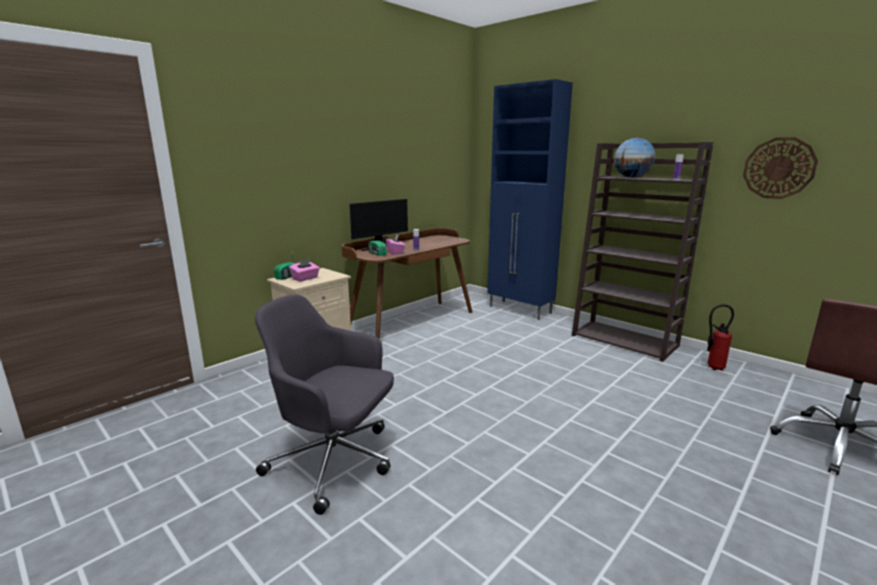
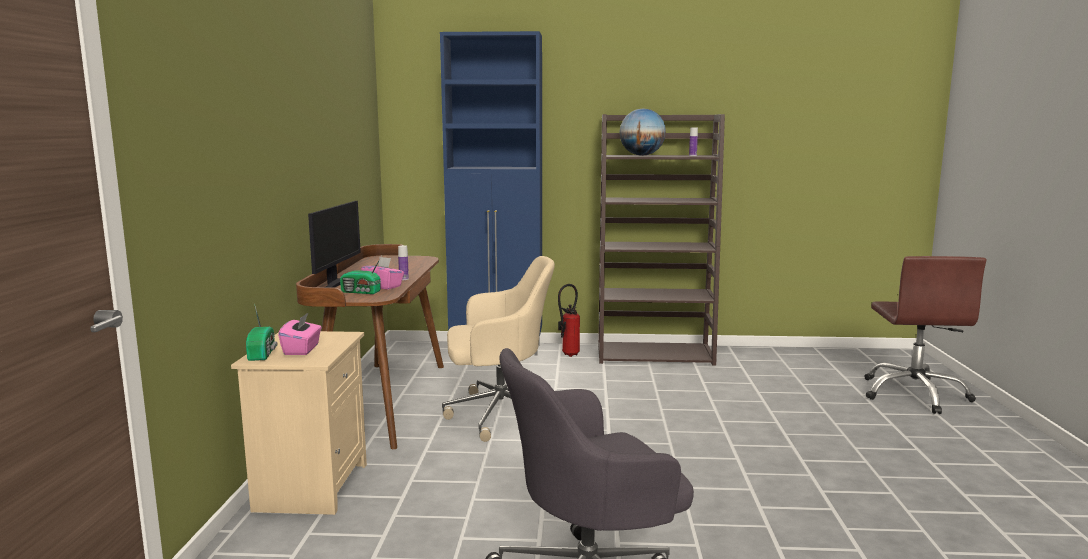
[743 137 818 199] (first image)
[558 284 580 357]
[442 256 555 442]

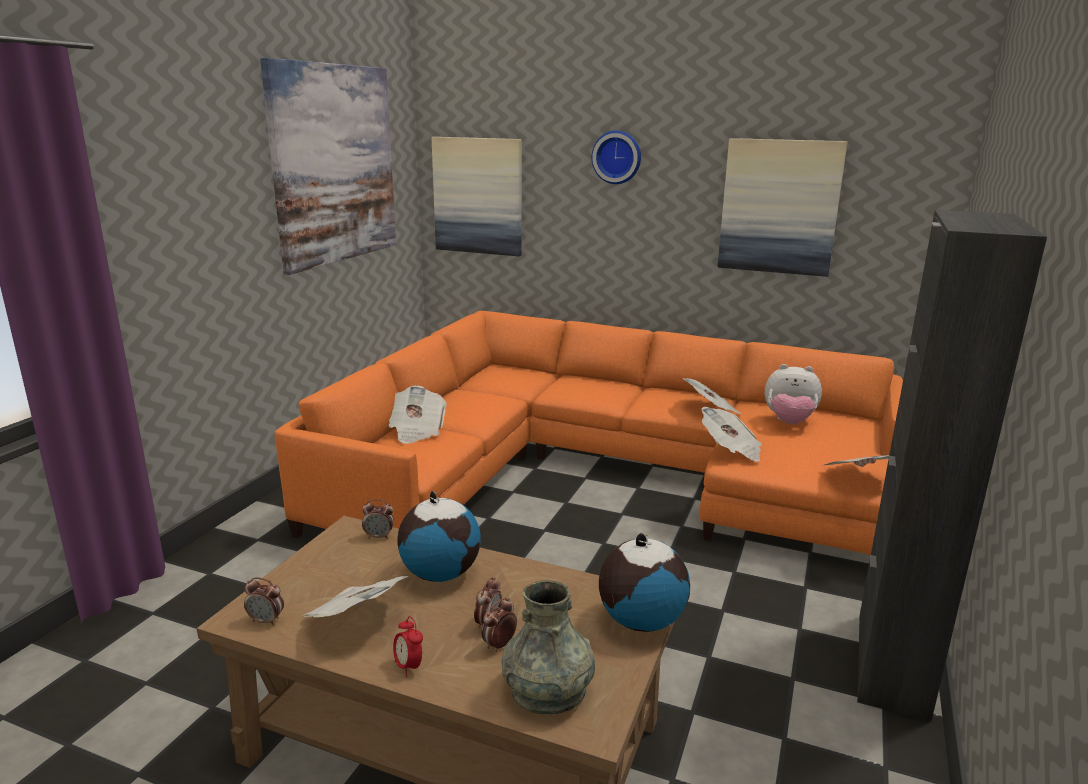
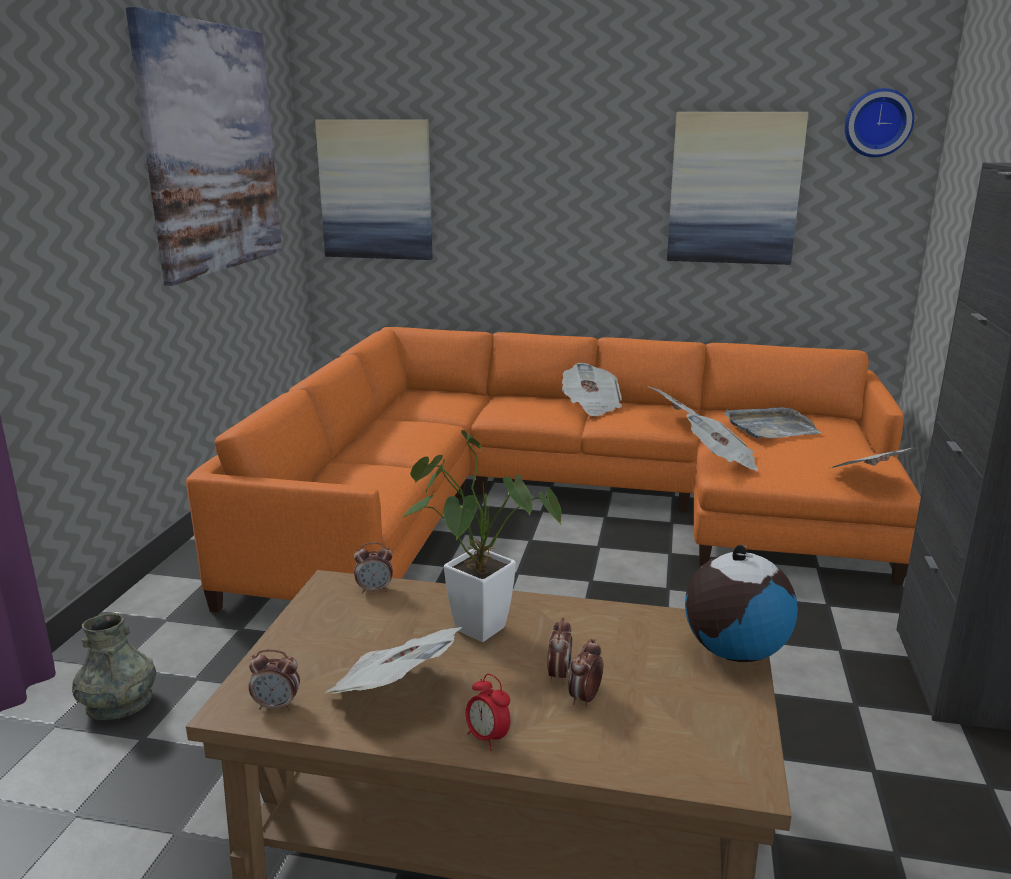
[845 88 914 157]
[724 407 822 438]
[562 363 622 416]
[401 430 562 642]
[72 613 156 720]

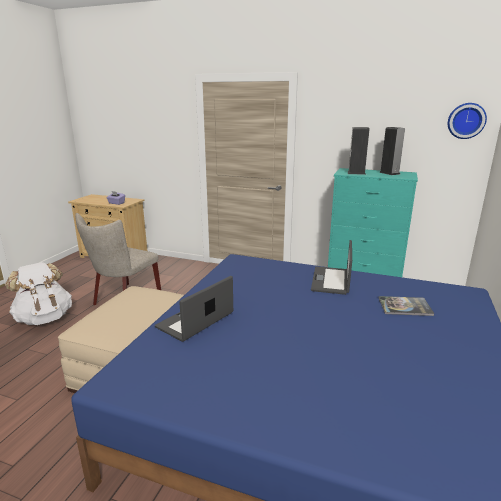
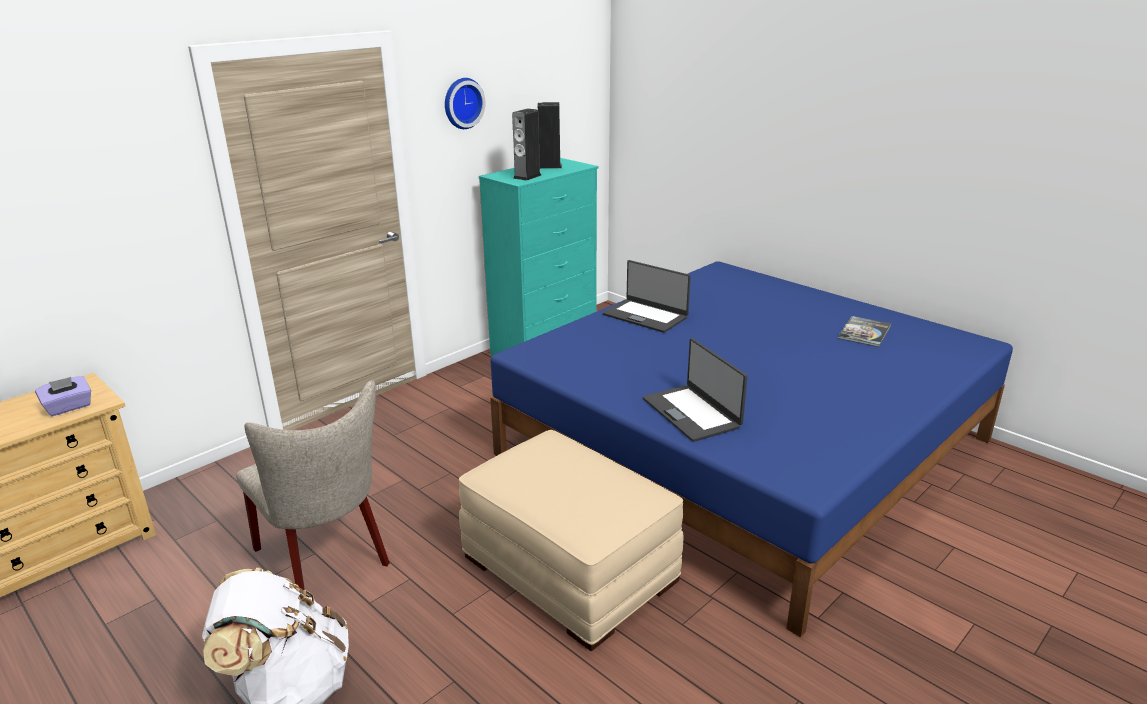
[445 78 486 129]
[838 316 891 347]

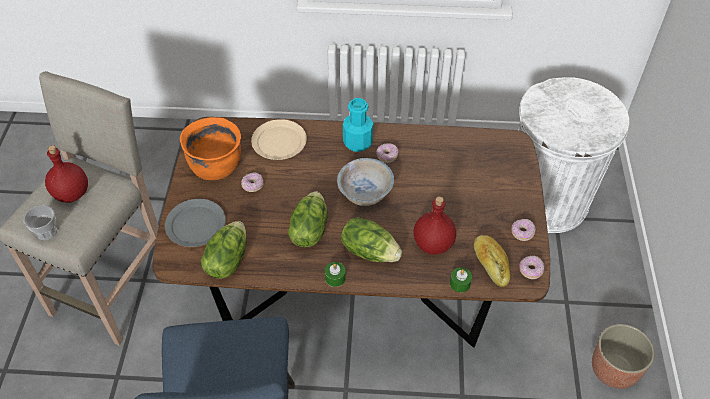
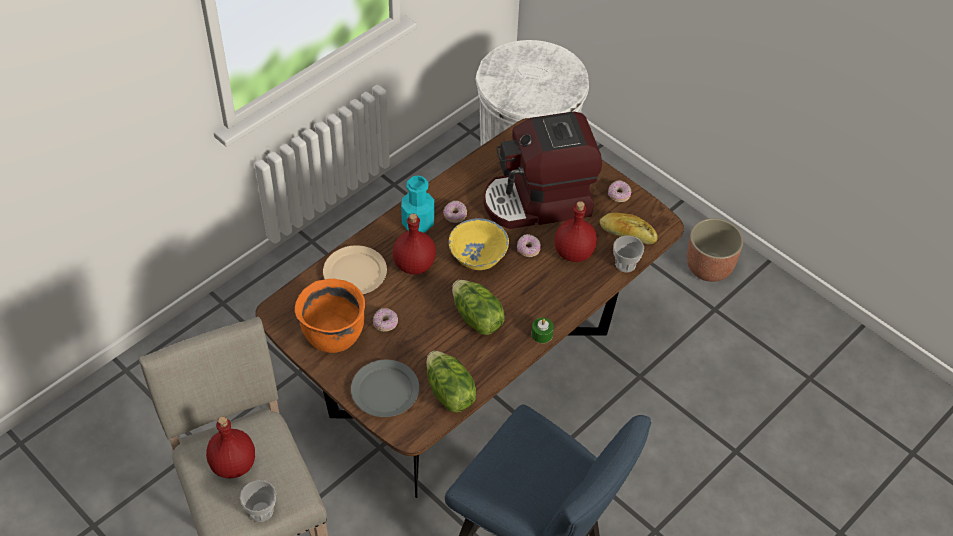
[449 218 509 270]
[341 217 402 262] (first image)
[517 234 541 257]
[613 235 644 272]
[484 111 602 229]
[393 214 436 275]

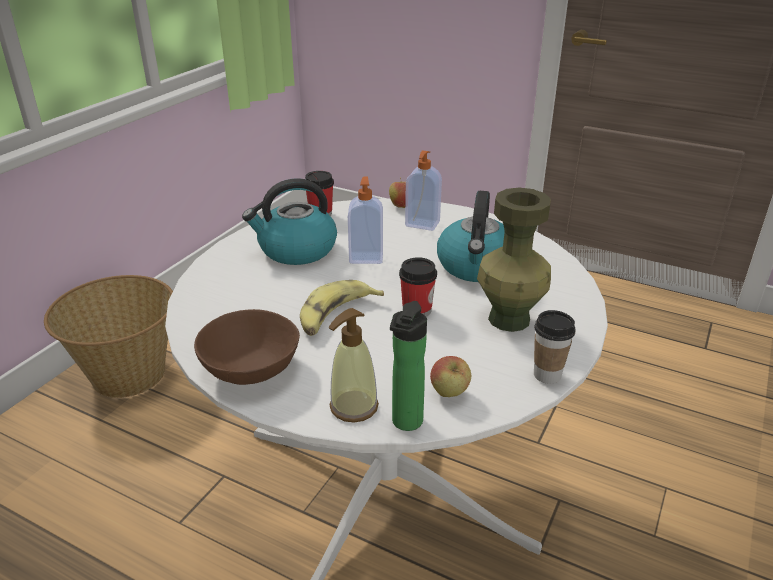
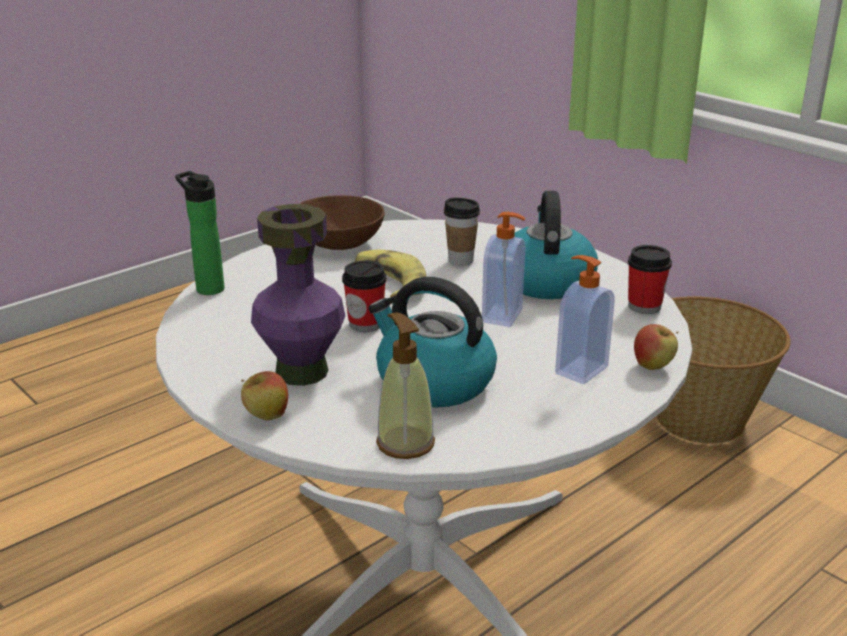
[251 204 345 386]
[376 313 435 459]
[444 198 480 266]
[241 371 288 421]

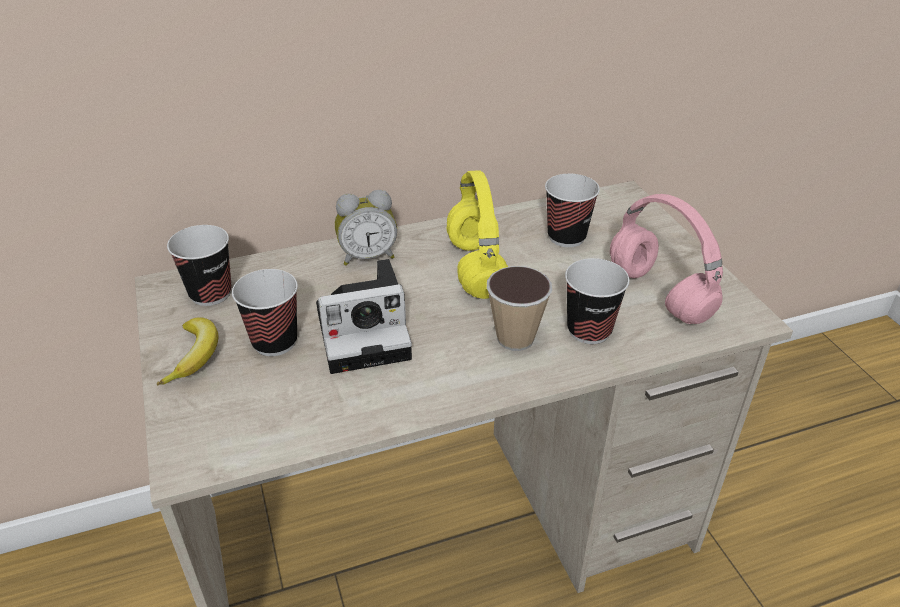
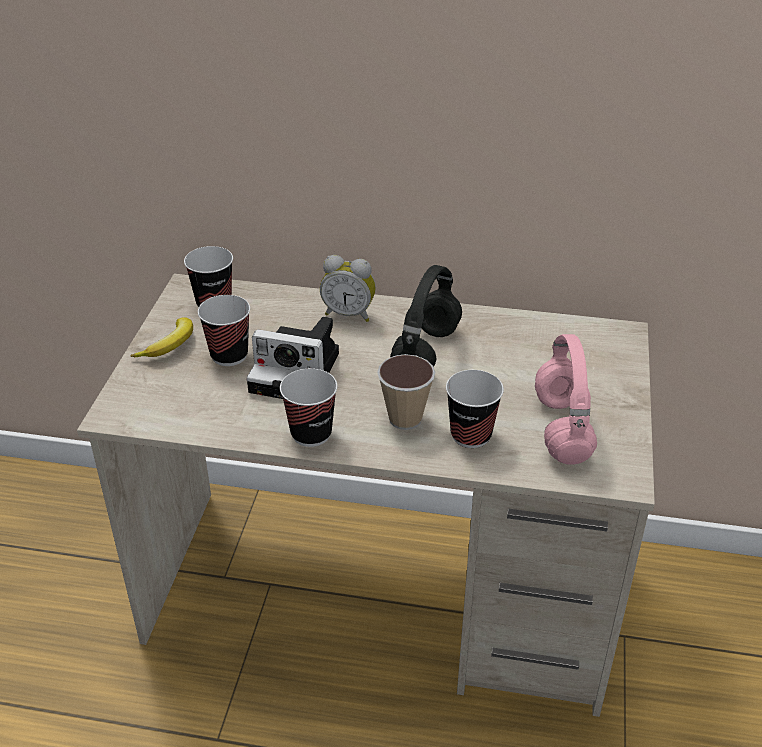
[390 265 462 367]
[280 368 337 447]

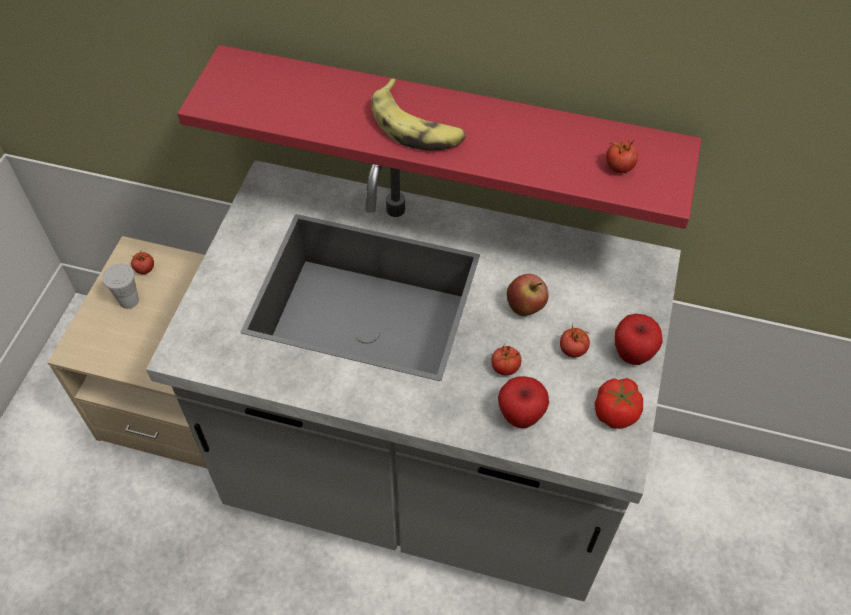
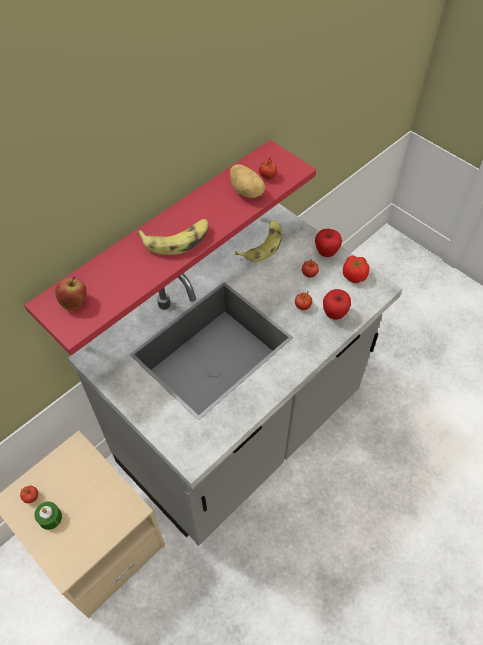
[34 502 62 530]
[55 277 86 310]
[230 164 265 198]
[235 220 282 262]

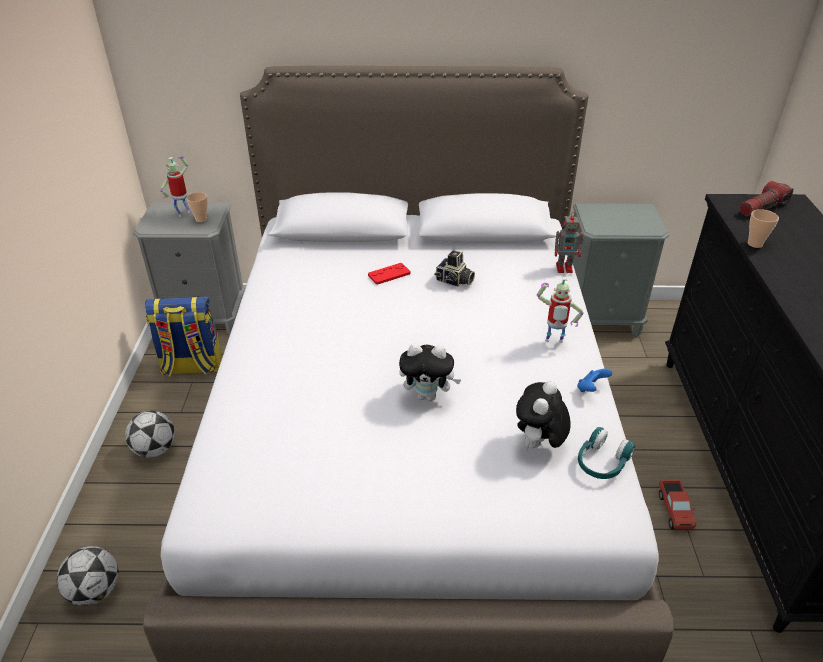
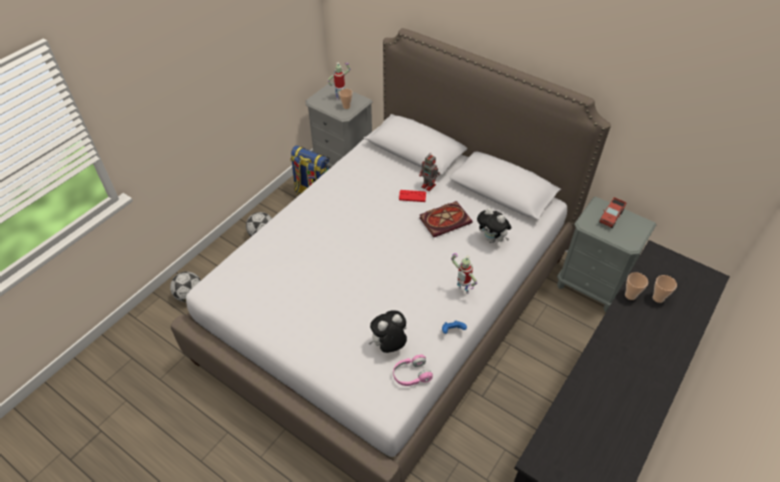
[740 181 793 216] (first image)
[419 154 440 191]
[419 201 472 237]
[477 208 512 243]
[393 355 433 386]
[599 197 627 228]
[653 275 677 303]

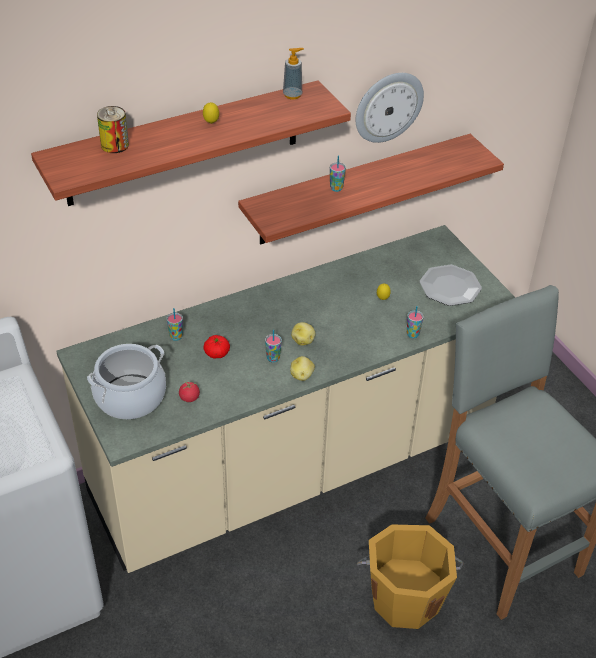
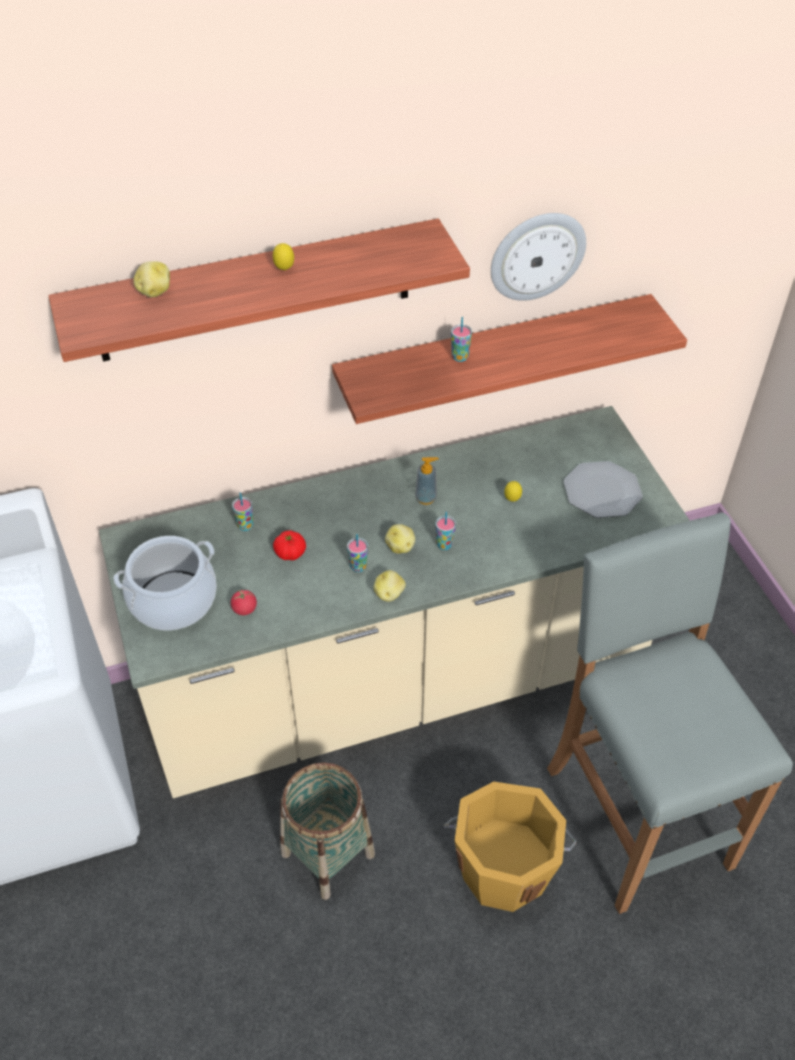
[415 457 439 505]
[133 261 170 297]
[435 512 456 550]
[280 763 375 900]

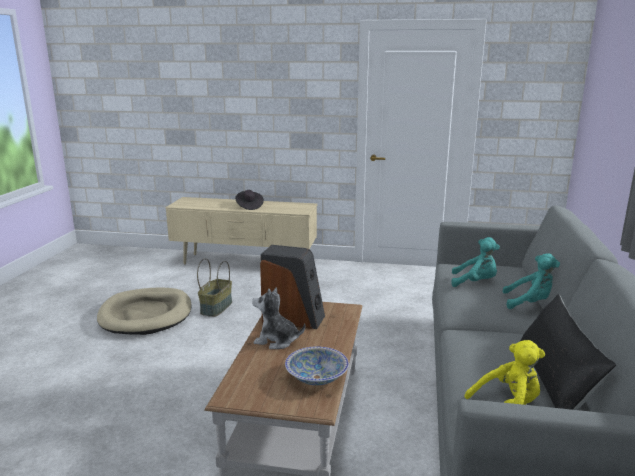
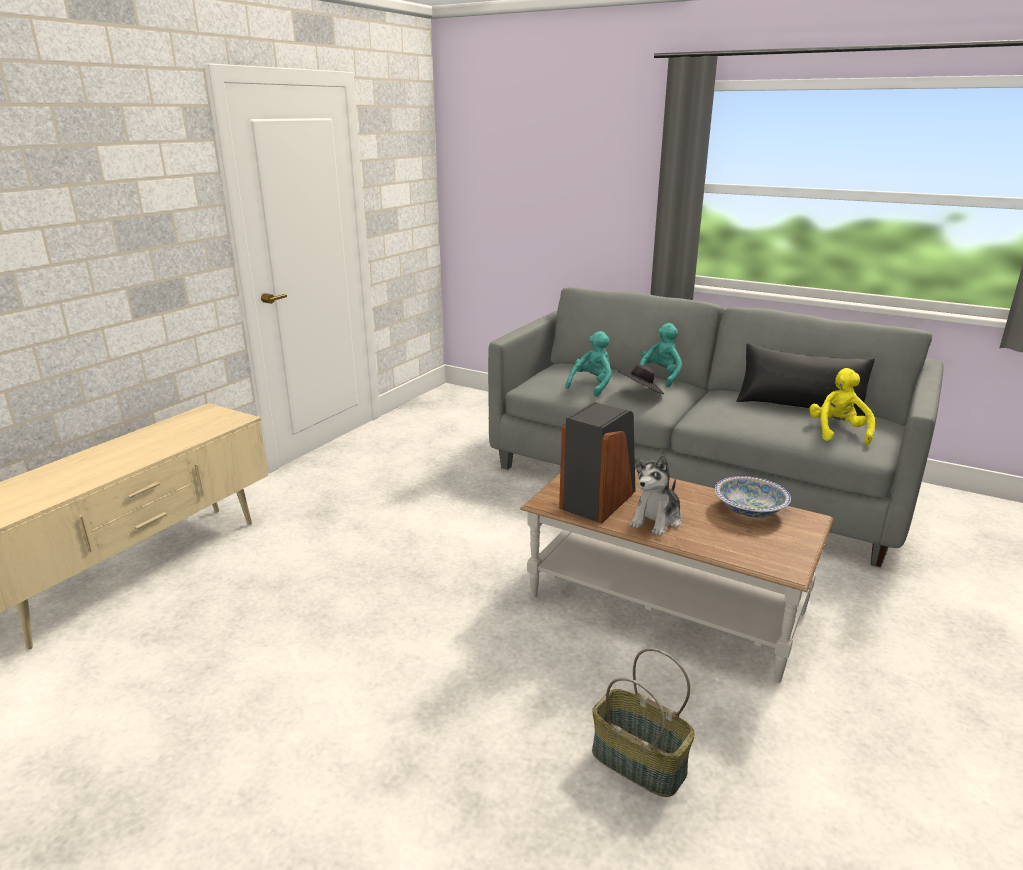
[618 364 664 394]
[592 648 695 797]
[97 287 192 335] (first image)

